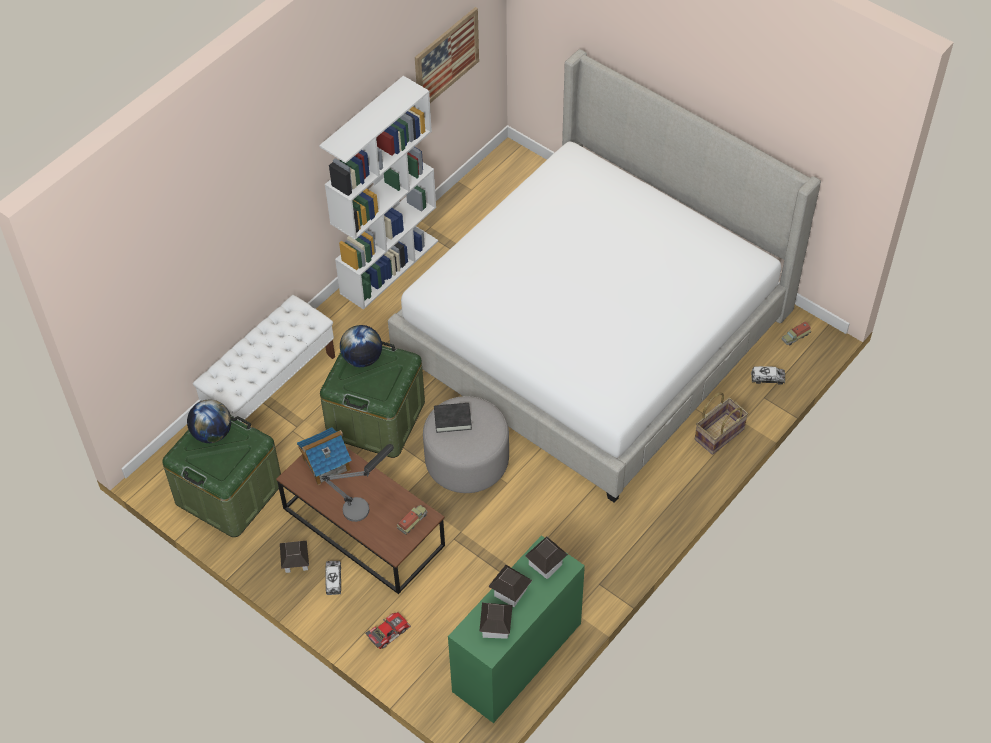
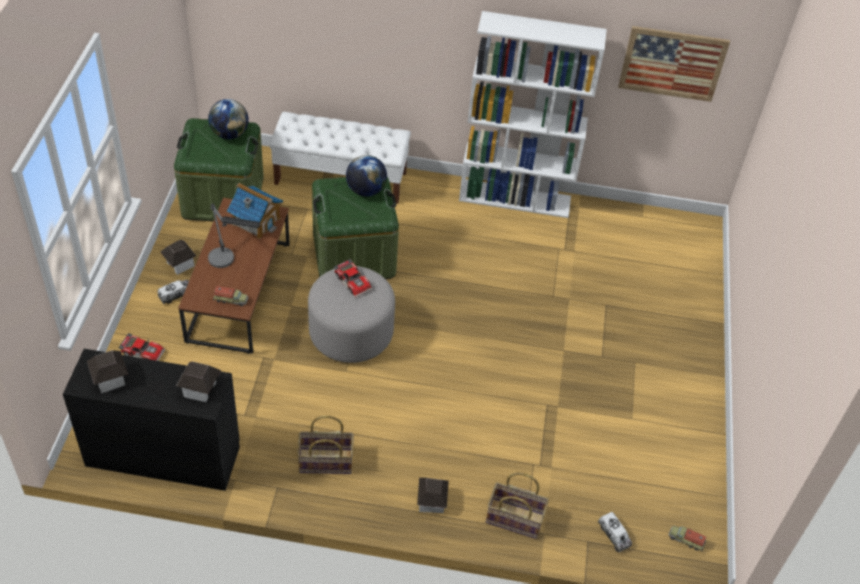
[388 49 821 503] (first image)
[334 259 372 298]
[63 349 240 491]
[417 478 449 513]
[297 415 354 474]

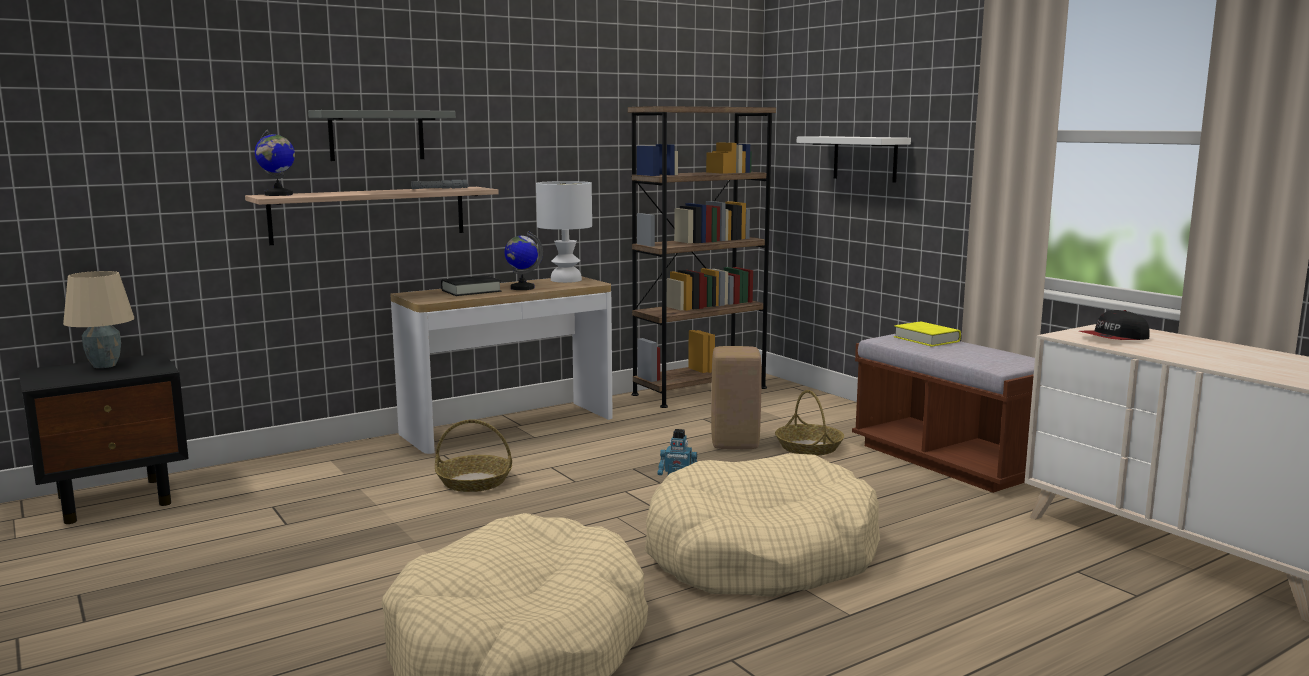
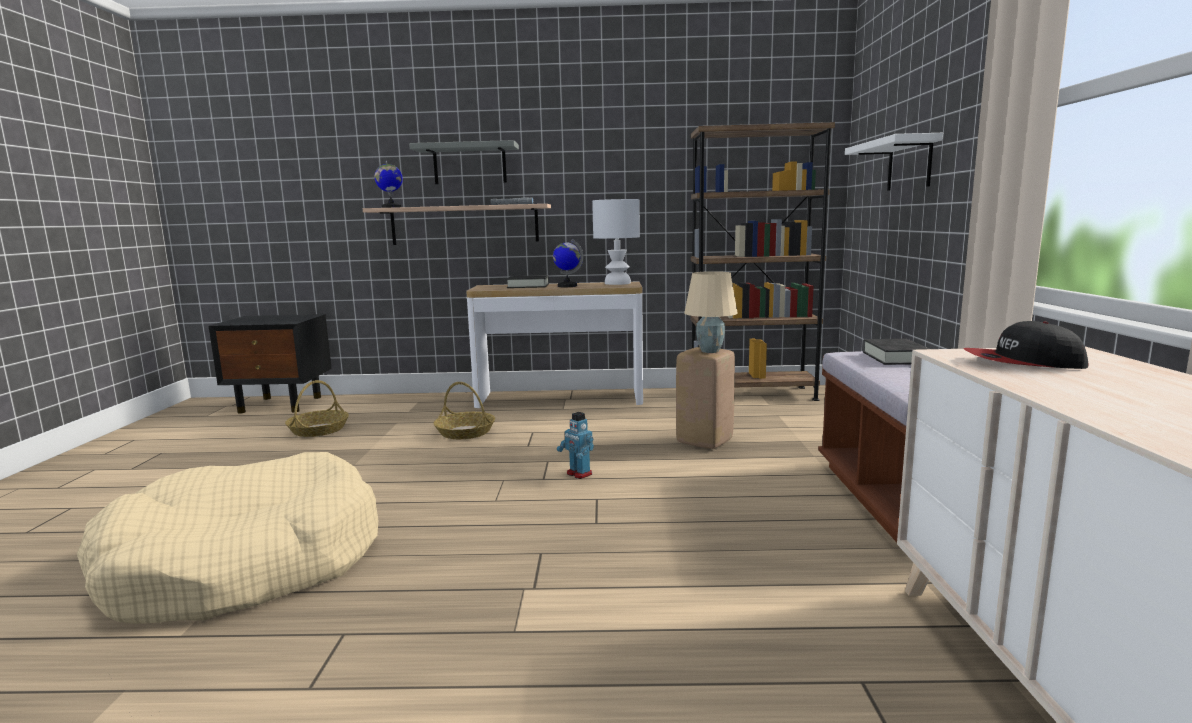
[684 271 738 353]
[863 339 930 365]
[285 380 349 437]
[645 453 880 597] (first image)

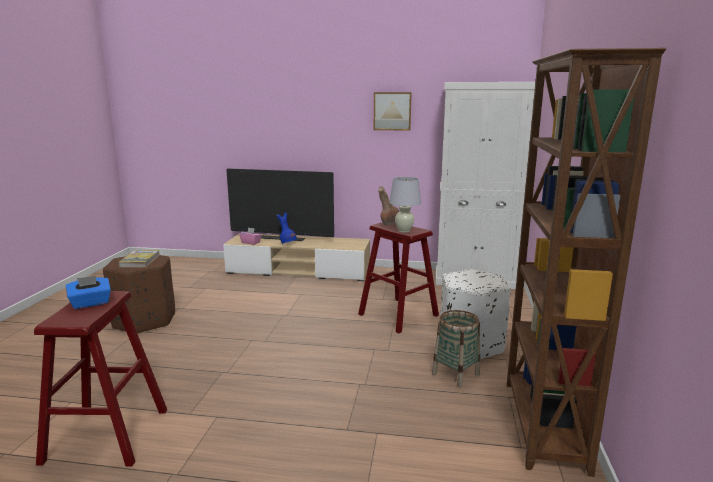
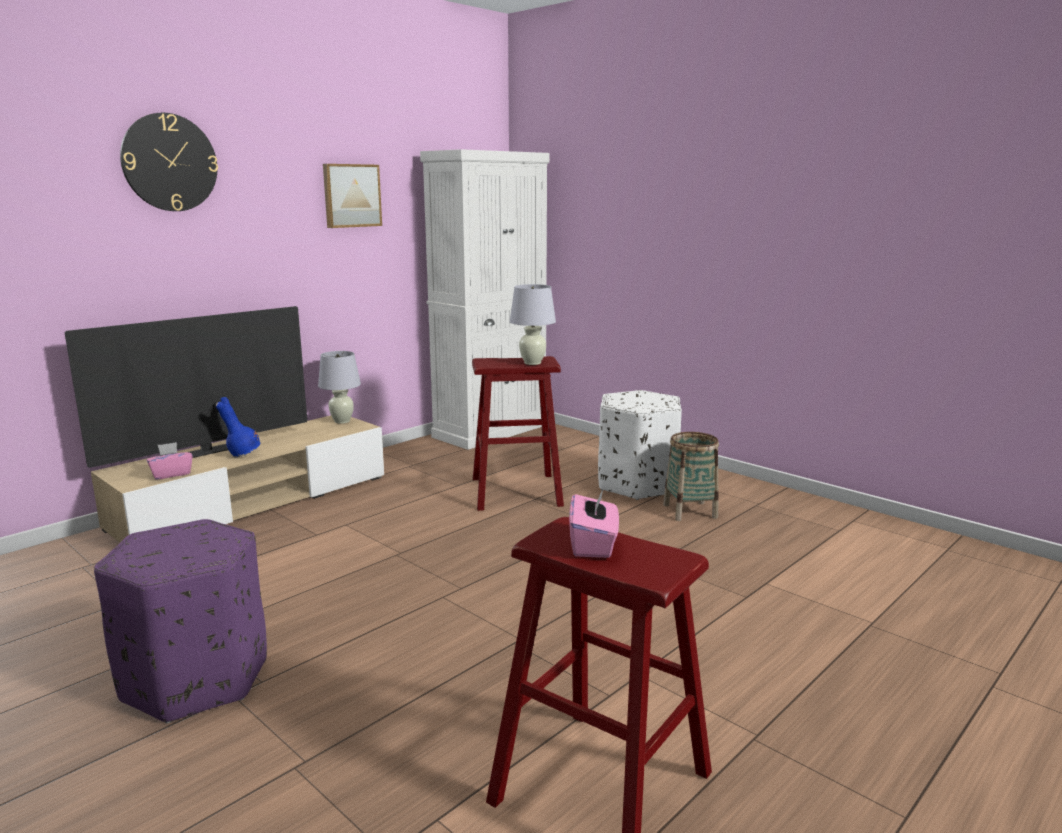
[507 48 666 477] (first image)
[378 186 400 225] (first image)
[119 250 159 268] (first image)
[94 519 267 723]
[569 489 619 558]
[120 113 218 211]
[318 351 361 424]

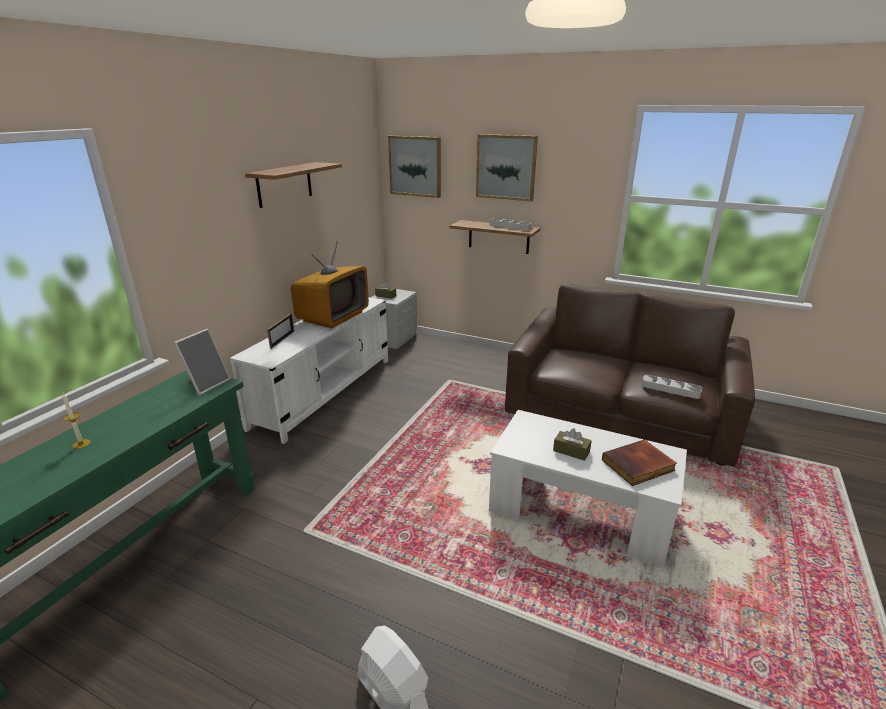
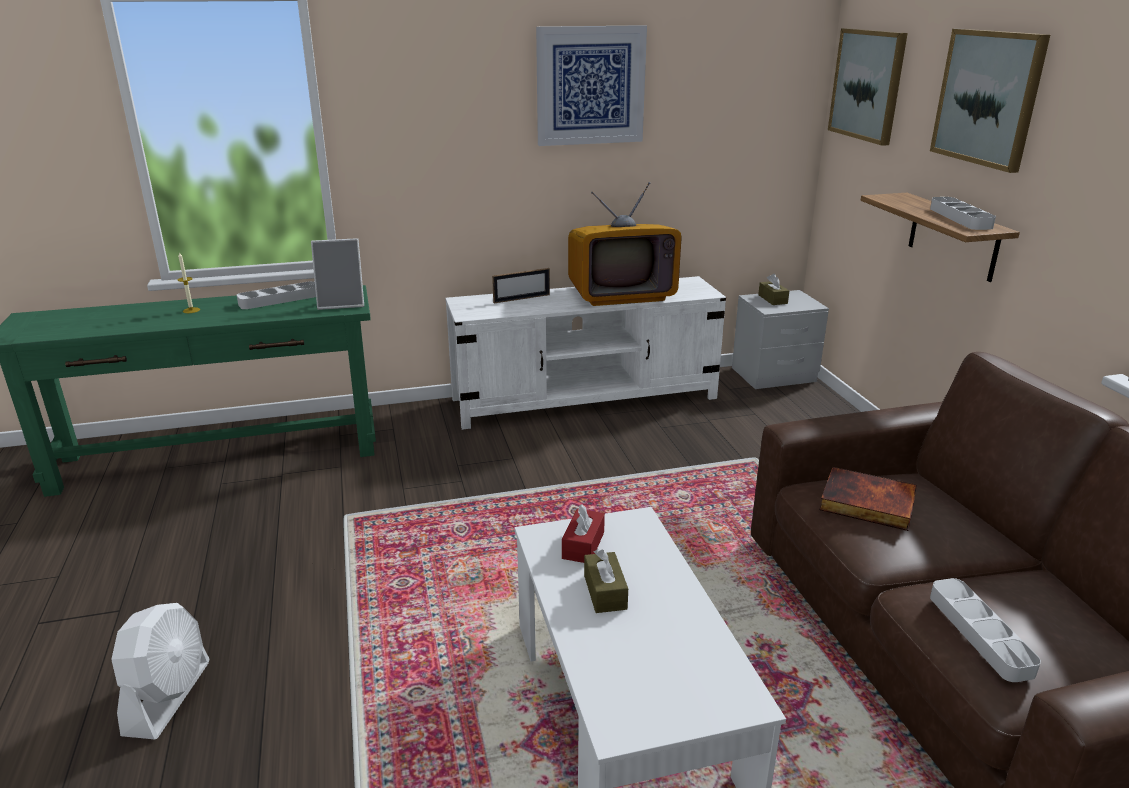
[536 25 647 146]
[819 467 917 531]
[237 281 316 309]
[562 504 605 563]

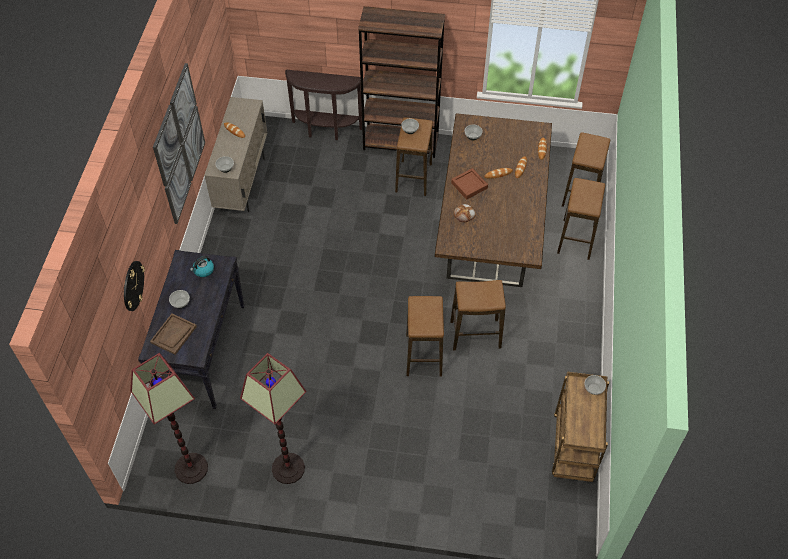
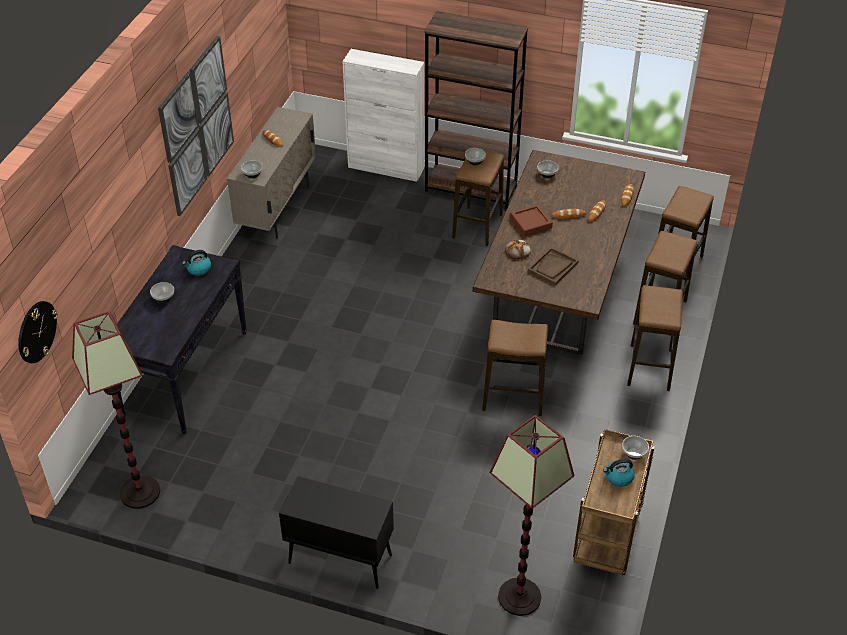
[342 49 424 182]
[18 301 58 363]
[627 285 683 391]
[528 247 579 286]
[489 415 574 616]
[603 459 635 487]
[279 476 394 589]

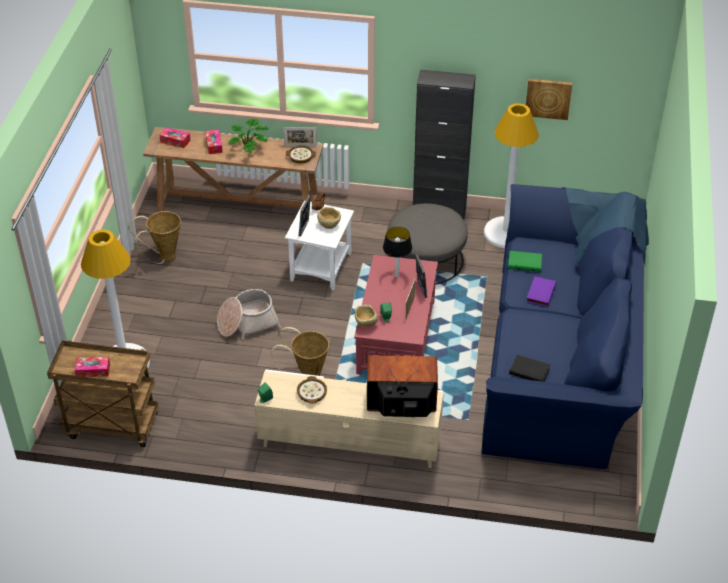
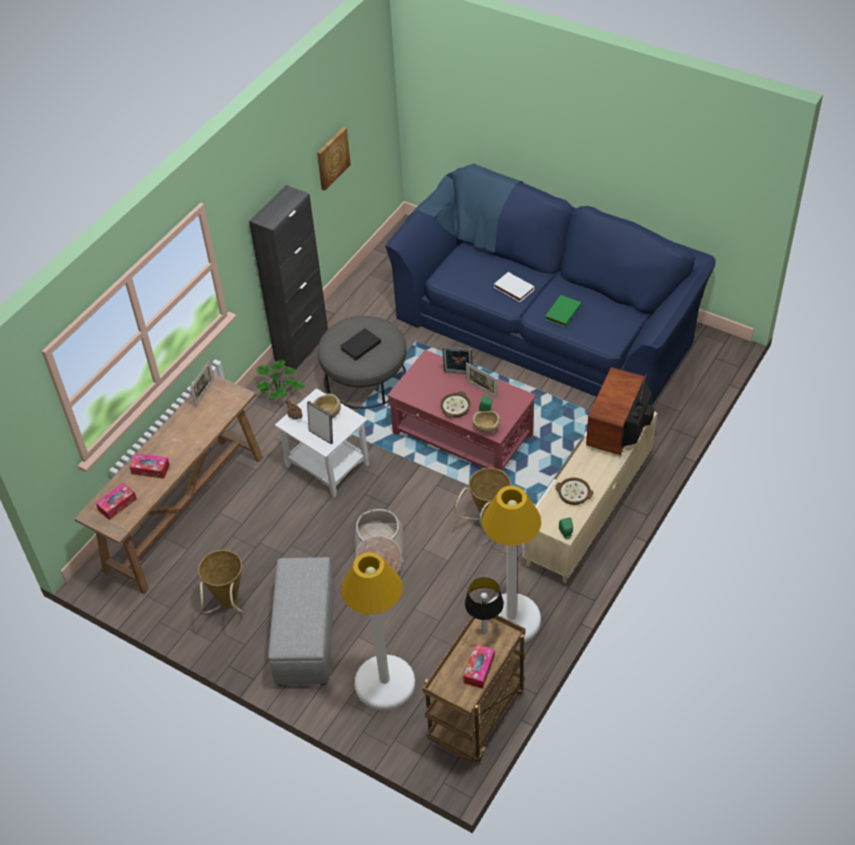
[482 486 541 644]
[256 360 304 400]
[440 391 471 418]
[465 577 504 634]
[545 295 581 327]
[494 272 535 302]
[340 328 381 361]
[268 557 335 686]

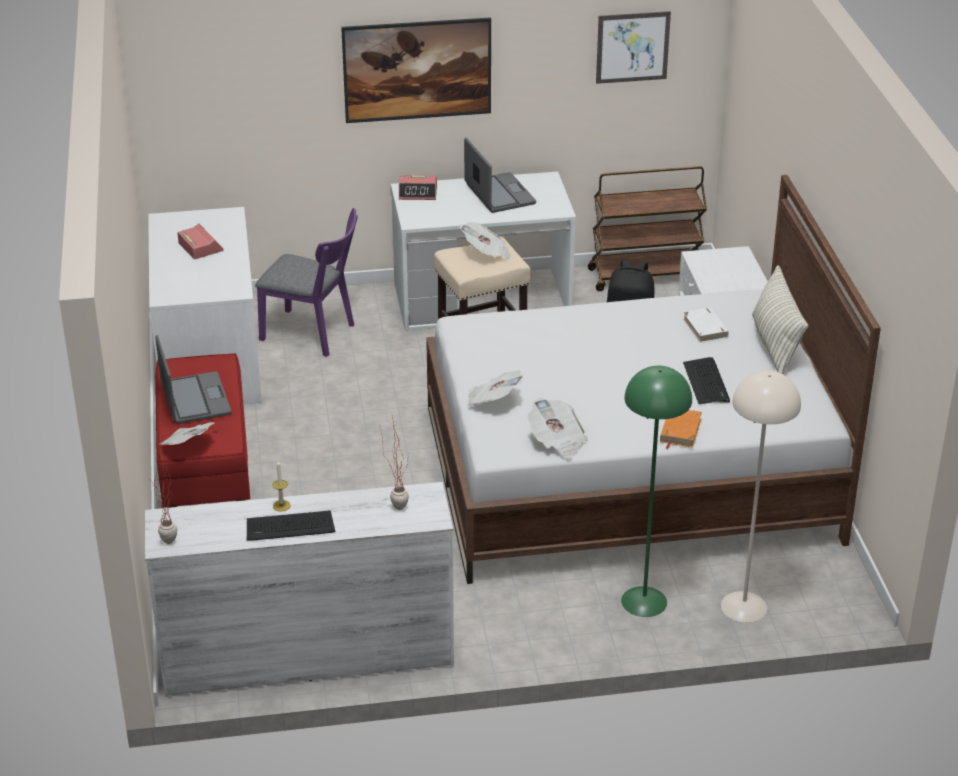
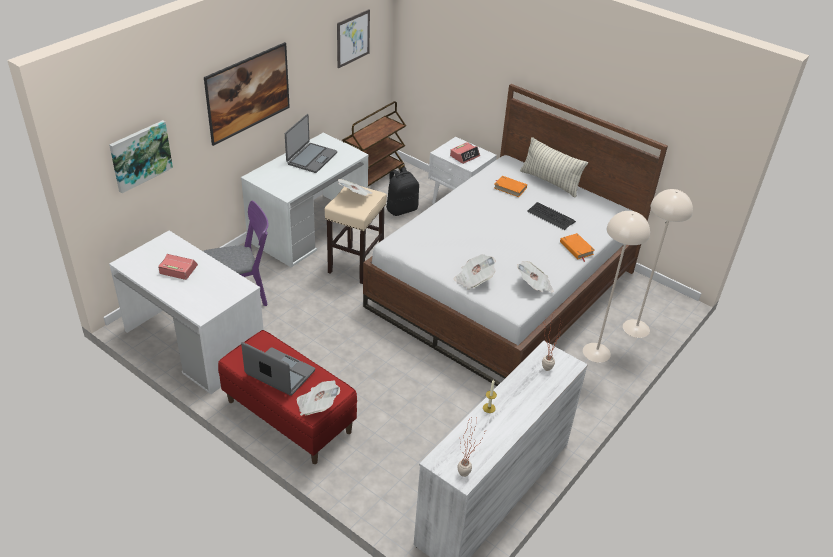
[285 114 337 173]
[450 142 480 164]
[494 176 527 197]
[583 211 650 363]
[247 510 336 541] (first image)
[109 120 173 193]

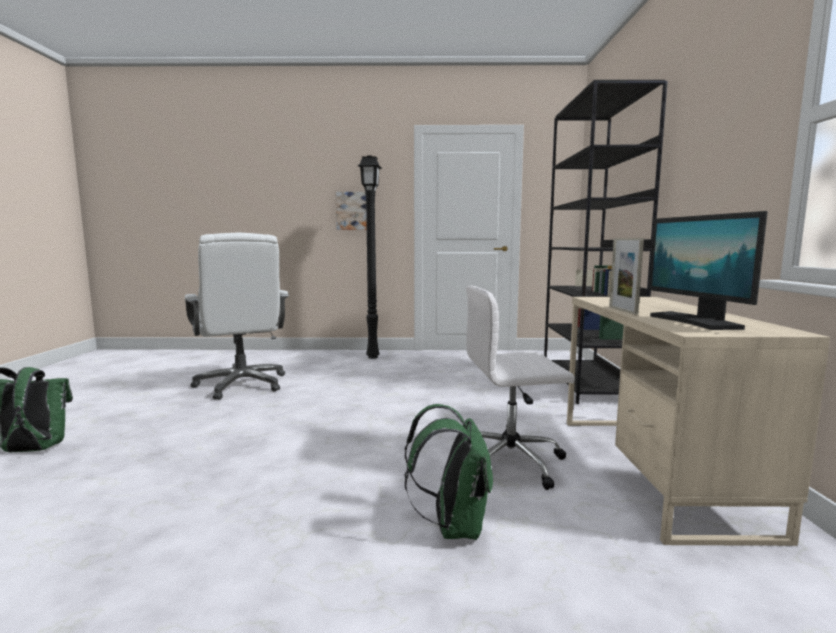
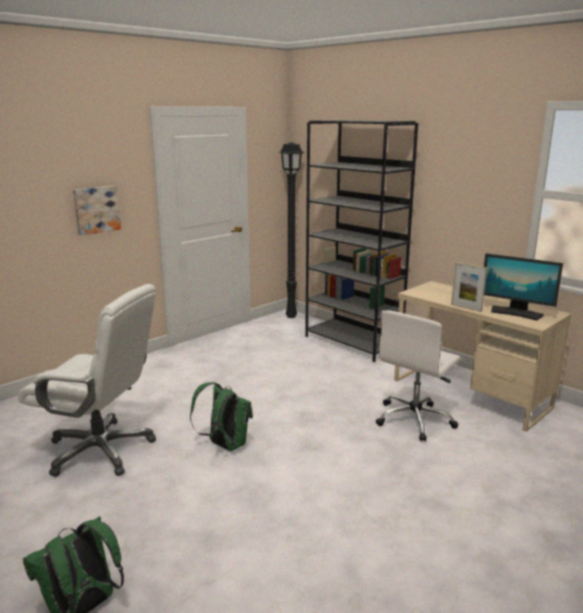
[279 143 305 318]
[190 382 253 451]

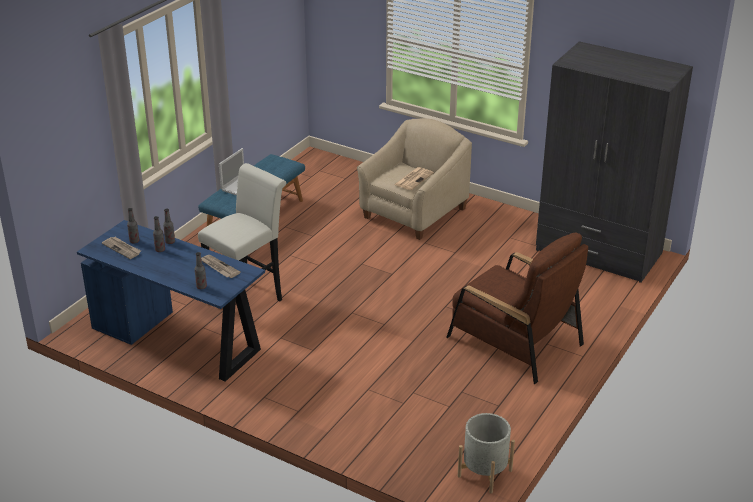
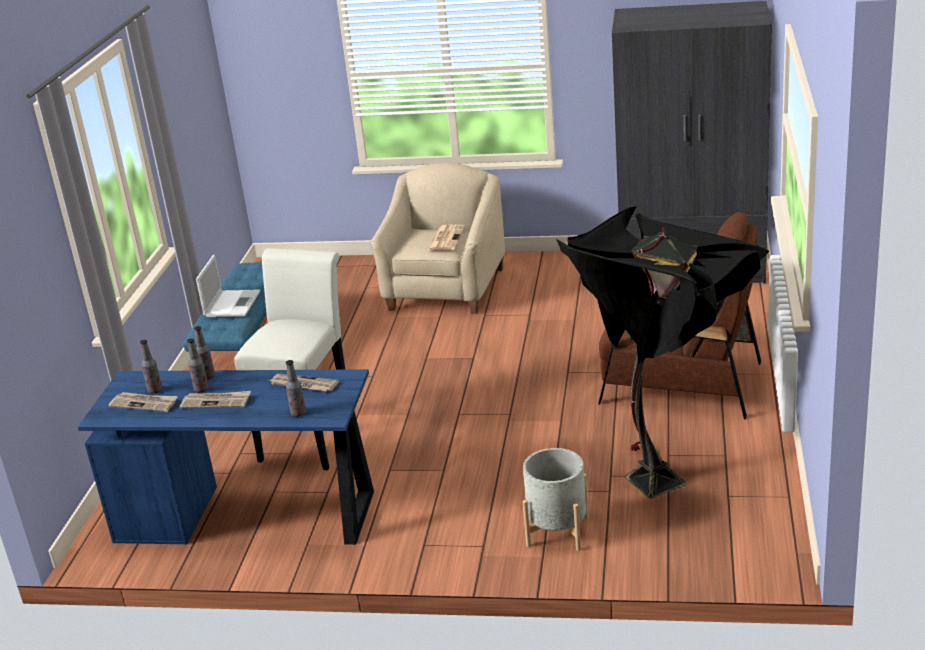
[523 448 589 551]
[556 206 769 499]
[180 391 251 408]

